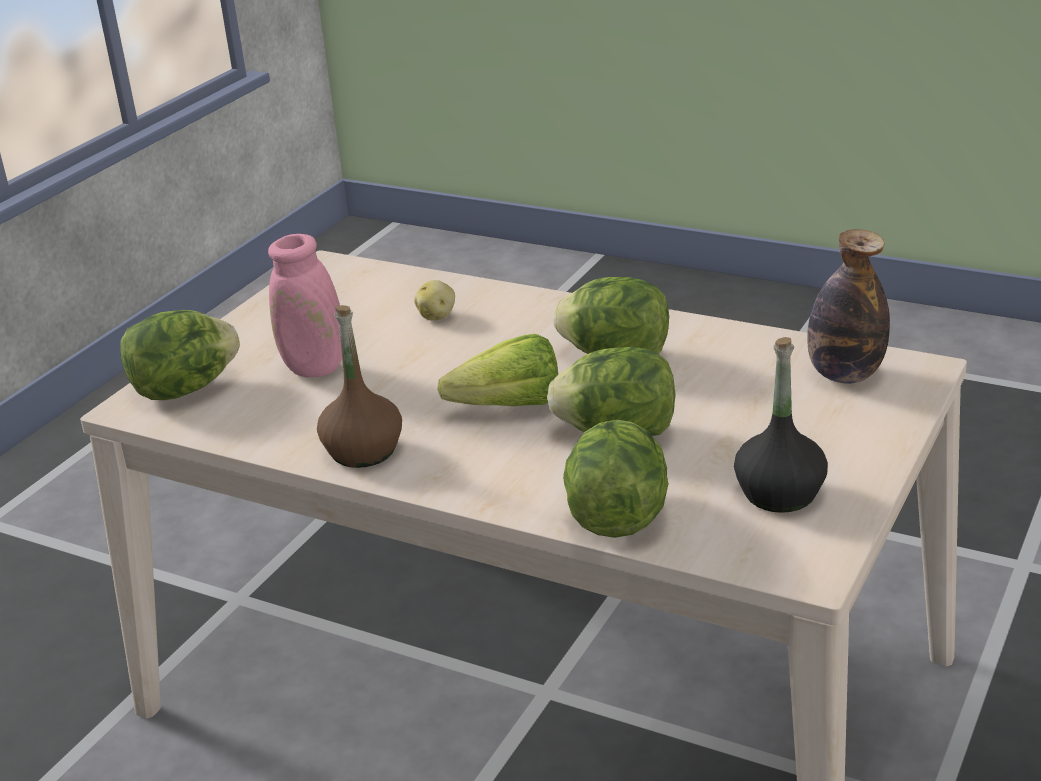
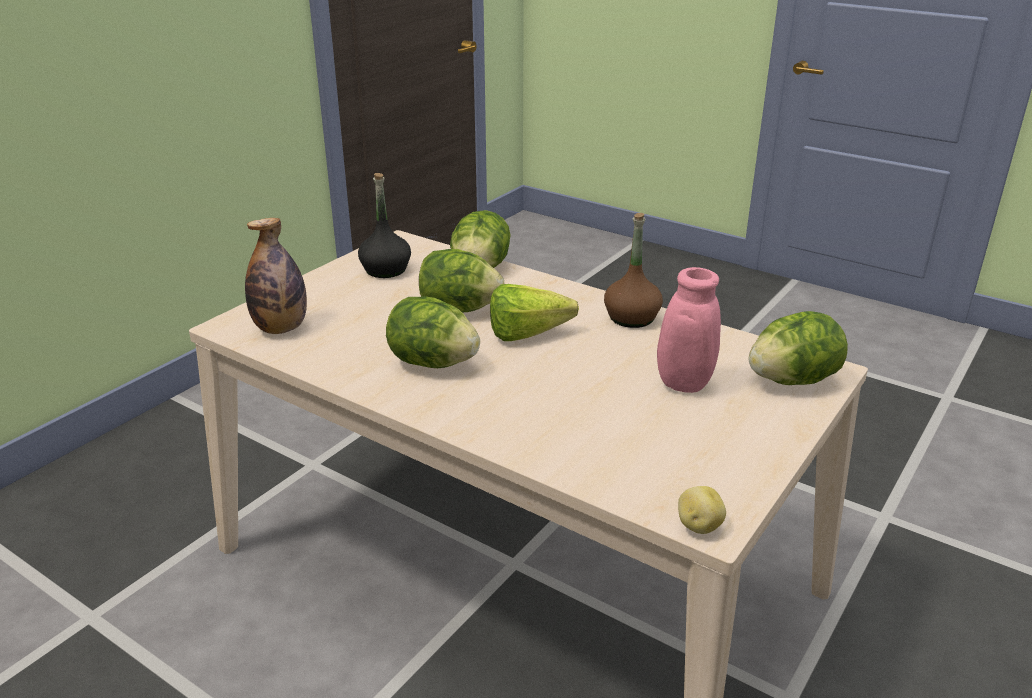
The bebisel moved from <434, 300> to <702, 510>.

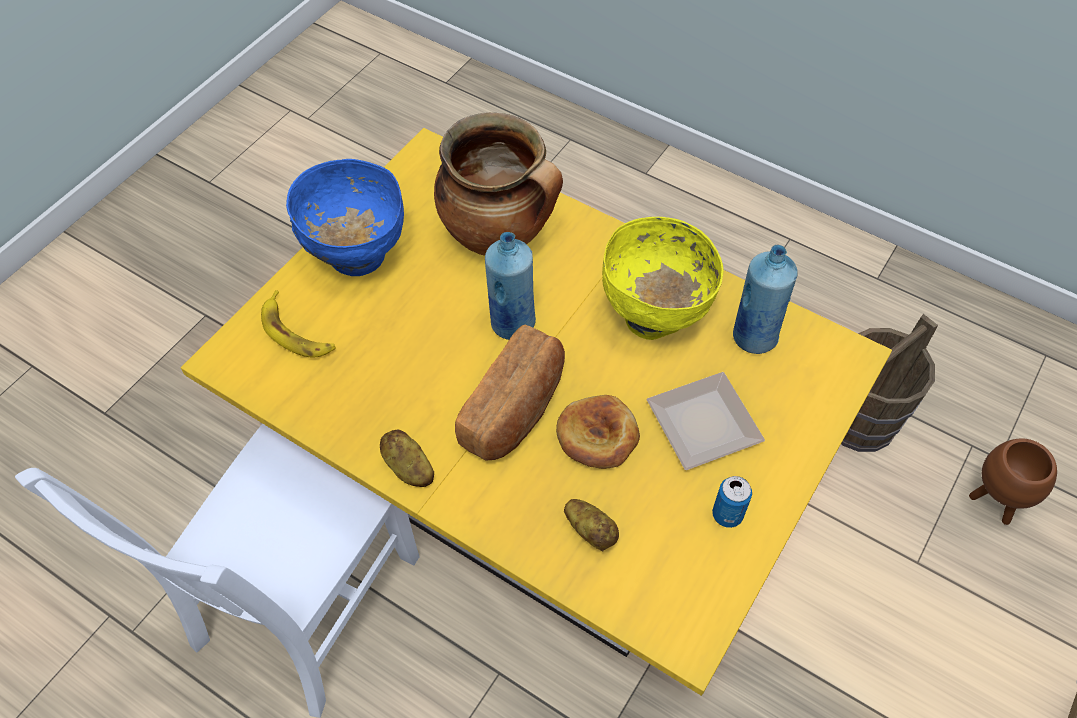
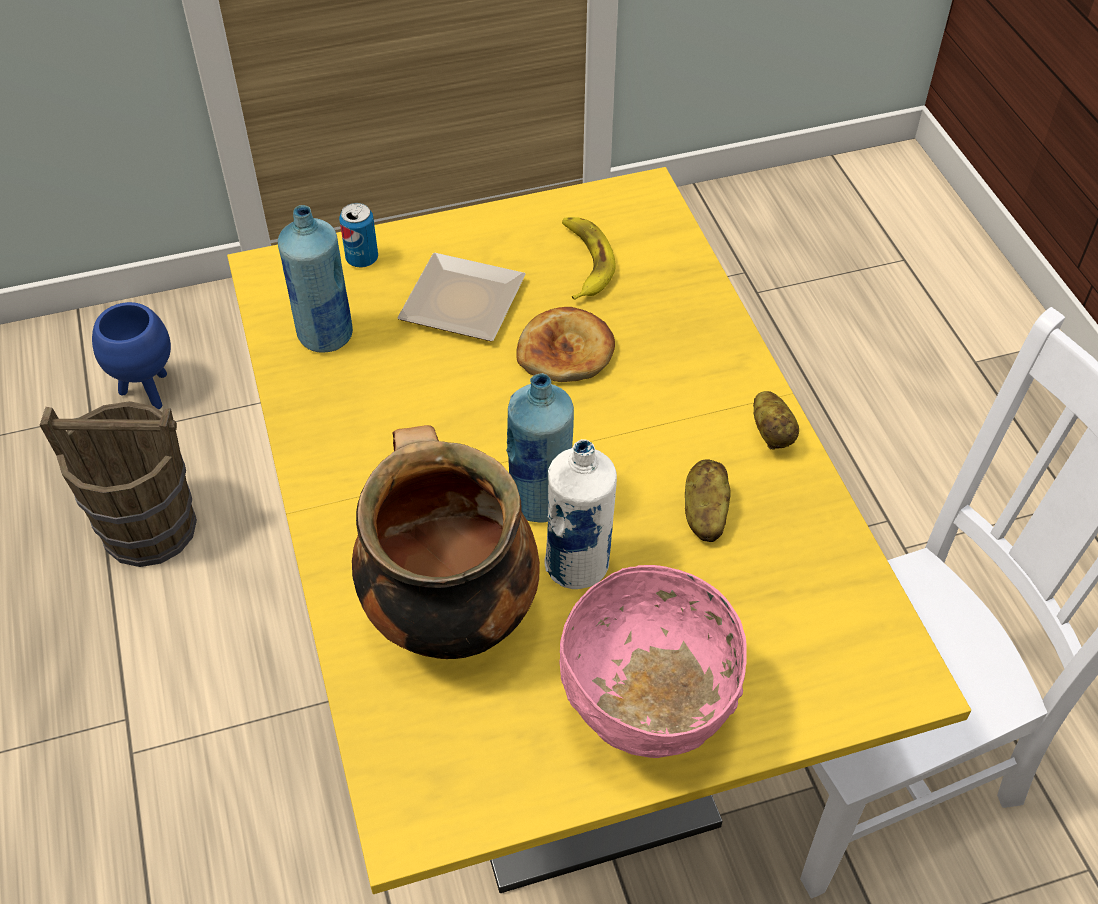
The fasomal moved from <298, 323> to <589, 258>.
The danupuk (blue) at <345, 217> became the danupuk (pink) at <653, 661>.
The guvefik at <510, 393> disappeared.
The bebisel moved from <591, 525> to <708, 500>.
The danupuk (yellow) at <662, 278> disappeared.
The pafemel moved from <732, 502> to <358, 235>.
The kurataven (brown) at <1013, 481> became the kurataven (blue) at <131, 355>.
The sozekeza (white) at <581, 514> appeared.

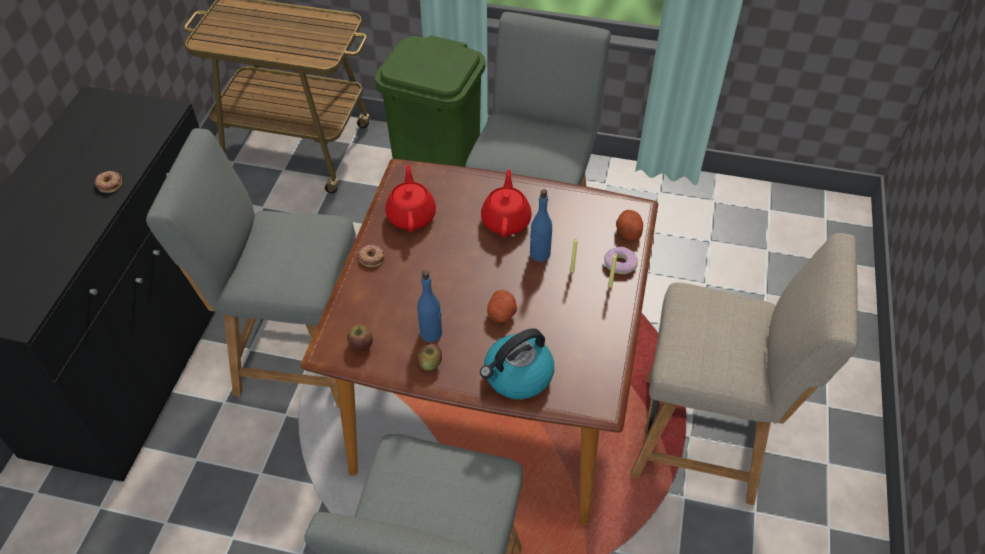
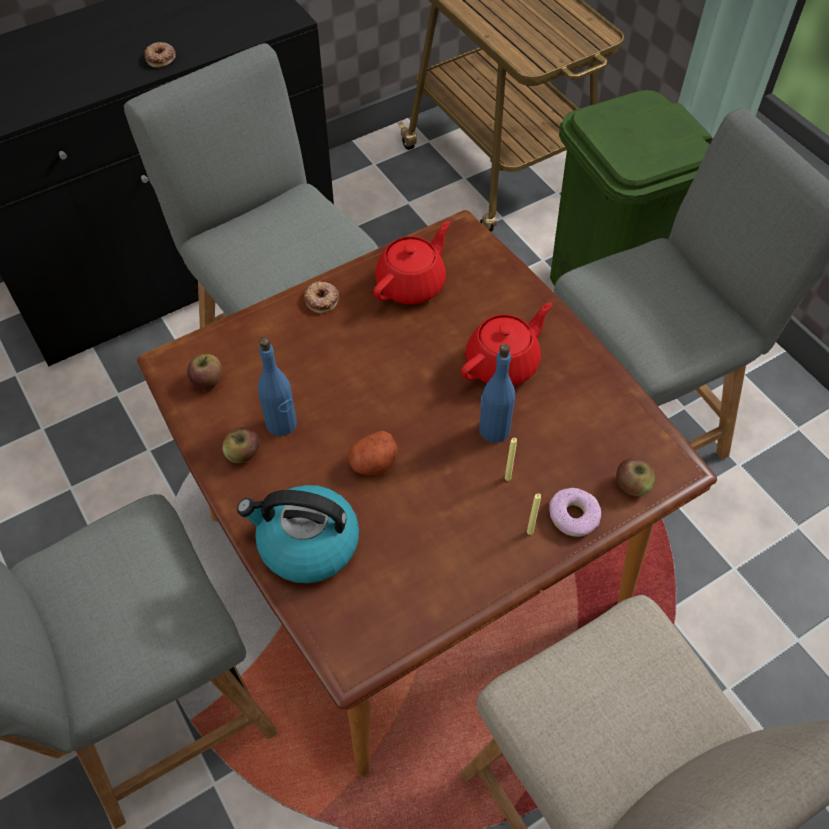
The bebisel at <629, 225> was replaced by the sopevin at <635, 477>.

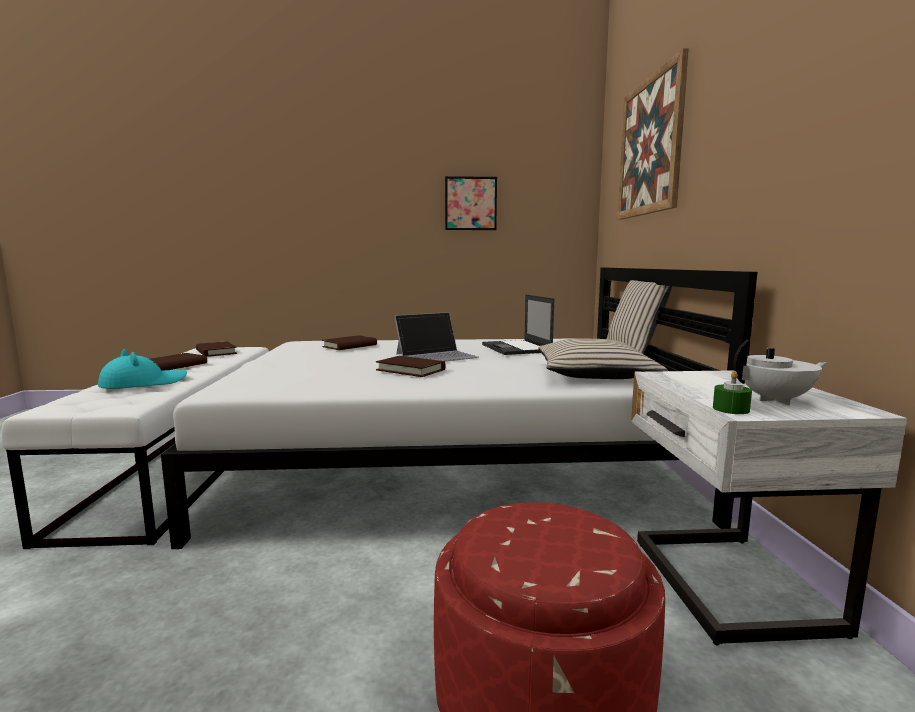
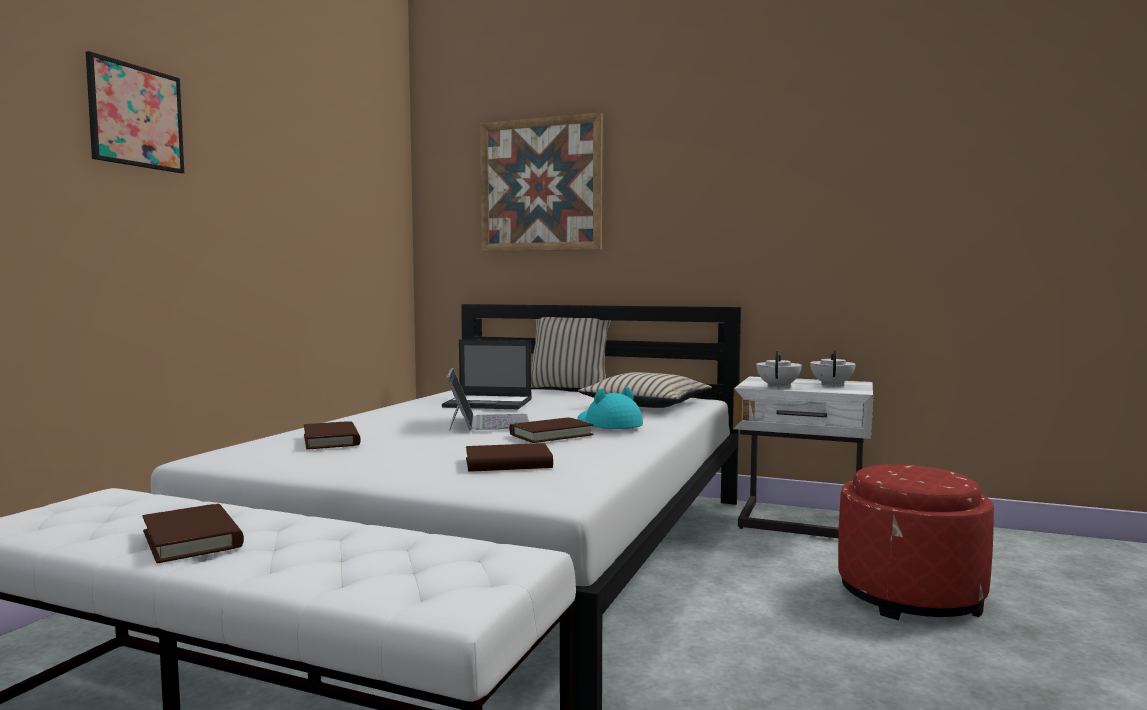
The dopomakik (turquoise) moved from <142, 369> to <610, 408>.
The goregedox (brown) moved from <216, 349> to <509, 457>.
The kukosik moved from <471, 203> to <135, 112>.
The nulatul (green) at <732, 392> disappeared.
The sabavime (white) at <779, 370> appeared.

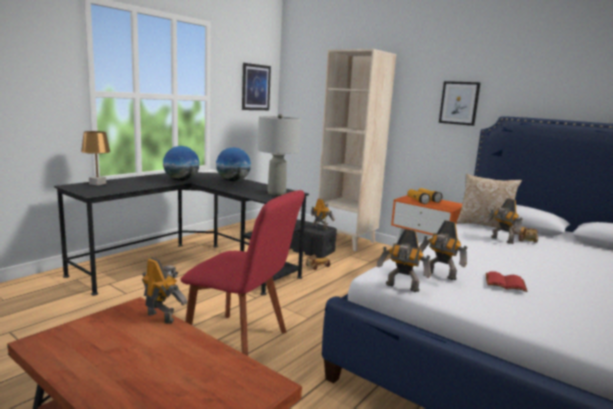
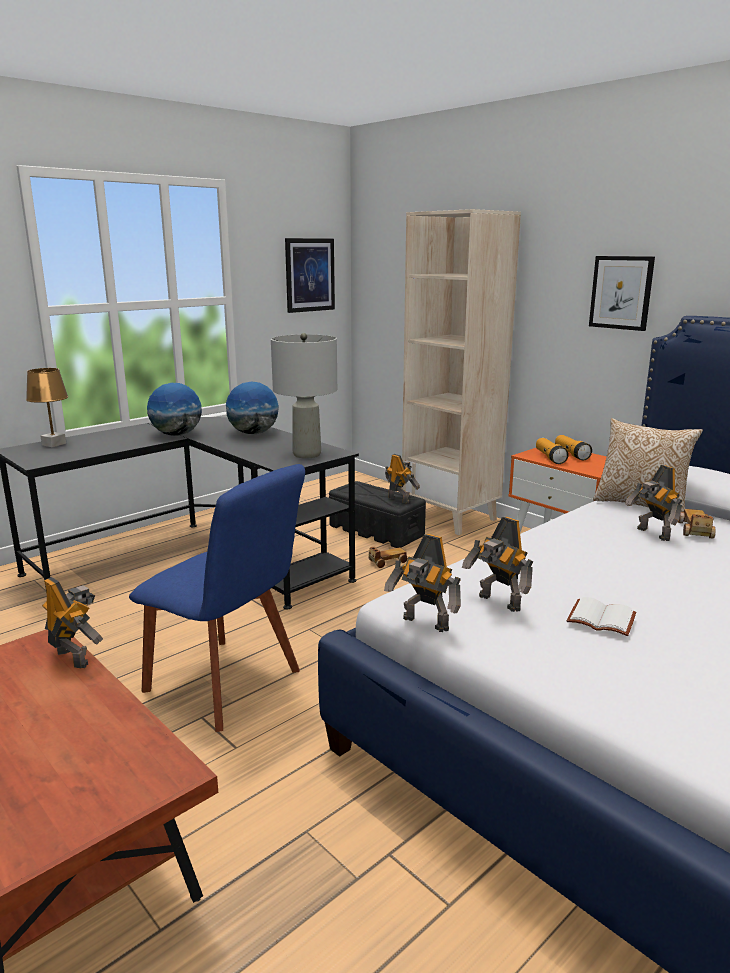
The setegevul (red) at <242, 273> became the setegevul (blue) at <217, 598>.
The goregedox (red) at <506, 281> became the goregedox (white) at <601, 616>.

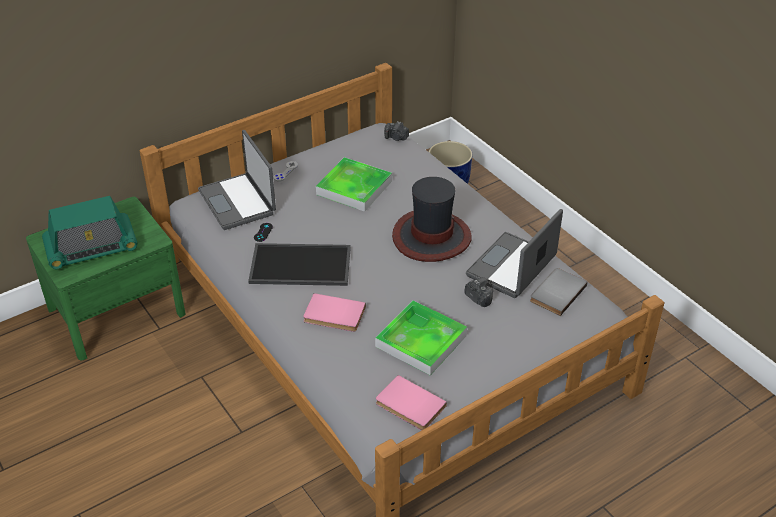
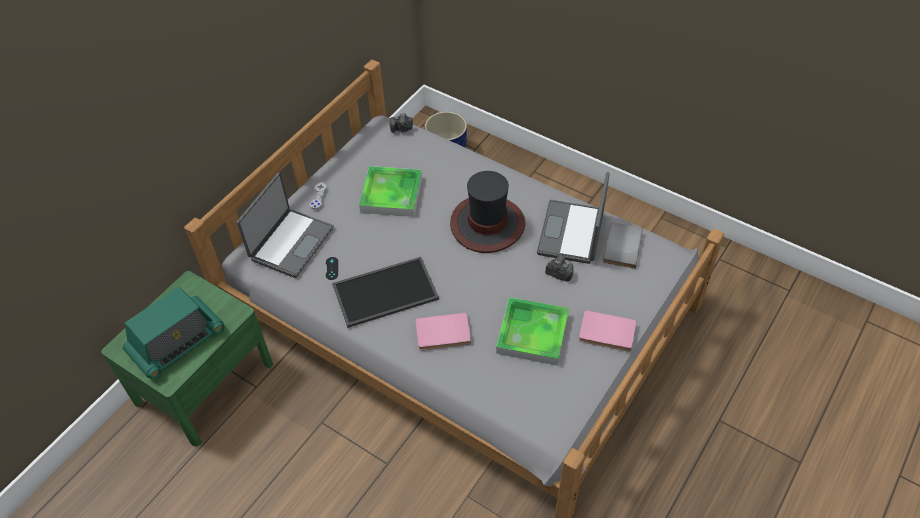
The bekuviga at <237, 180> turned 105 degrees counterclockwise.
The goregedox (pink) moved from <411, 402> to <608, 331>.

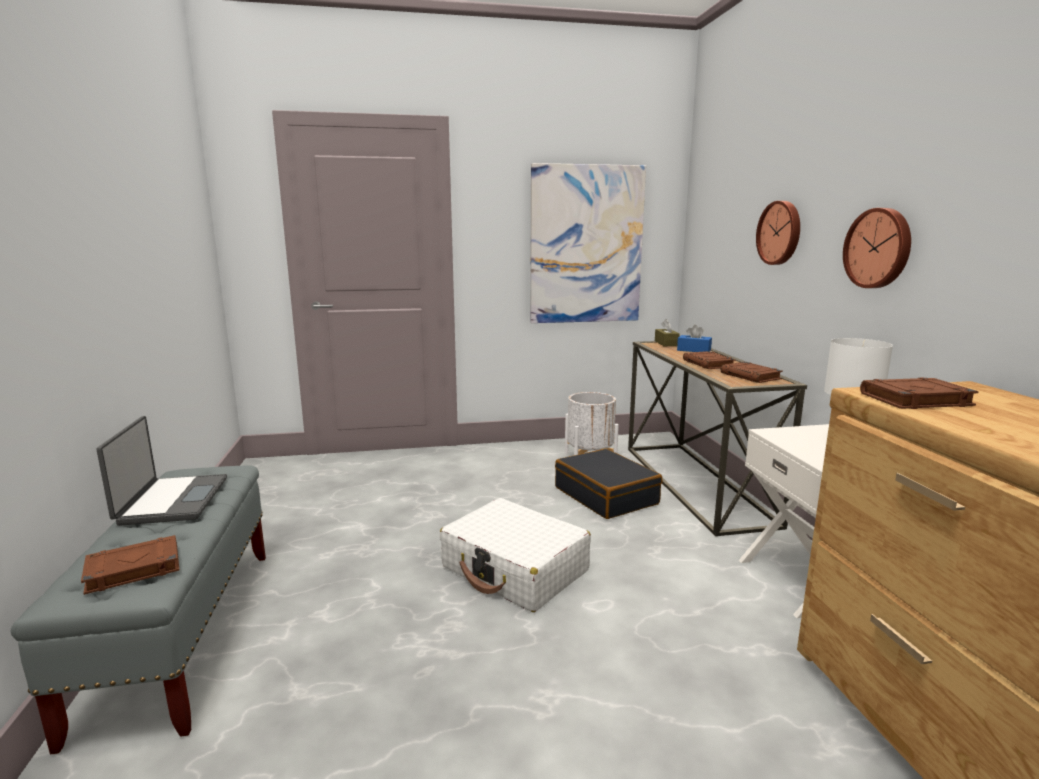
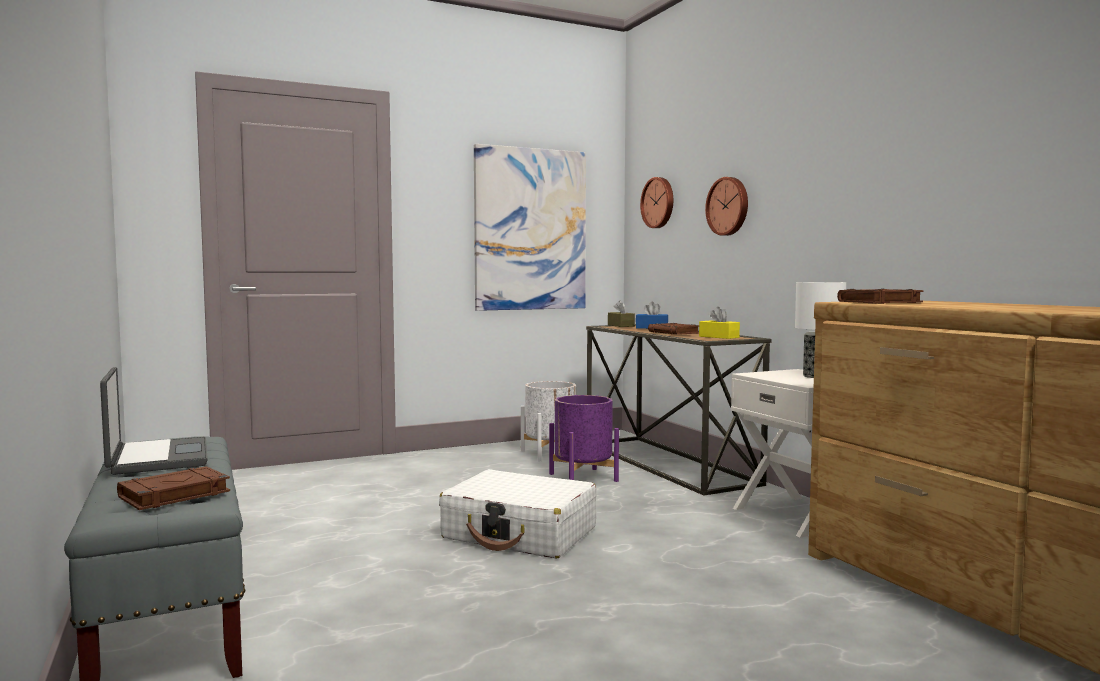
The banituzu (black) at <608, 483> was replaced by the kurataven (purple) at <584, 438>.
The goregedox (brown) at <752, 372> was replaced by the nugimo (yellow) at <719, 323>.
The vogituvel moved from <877, 248> to <656, 202>.

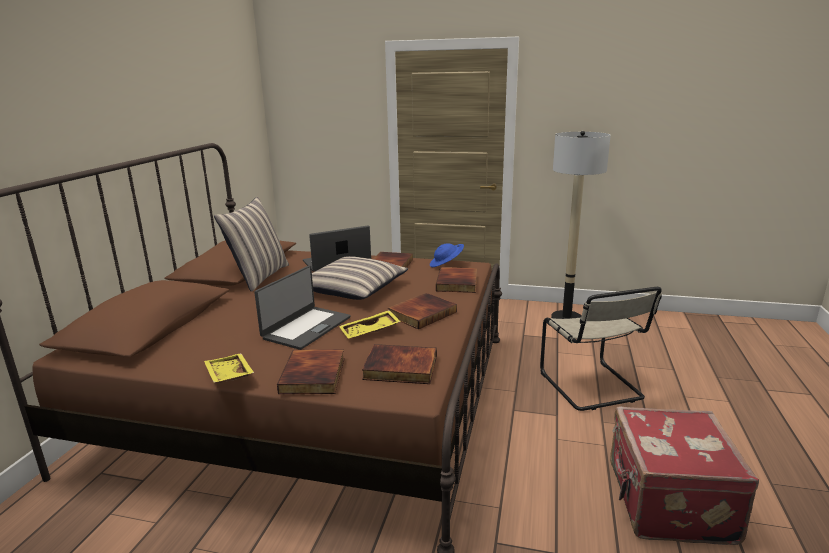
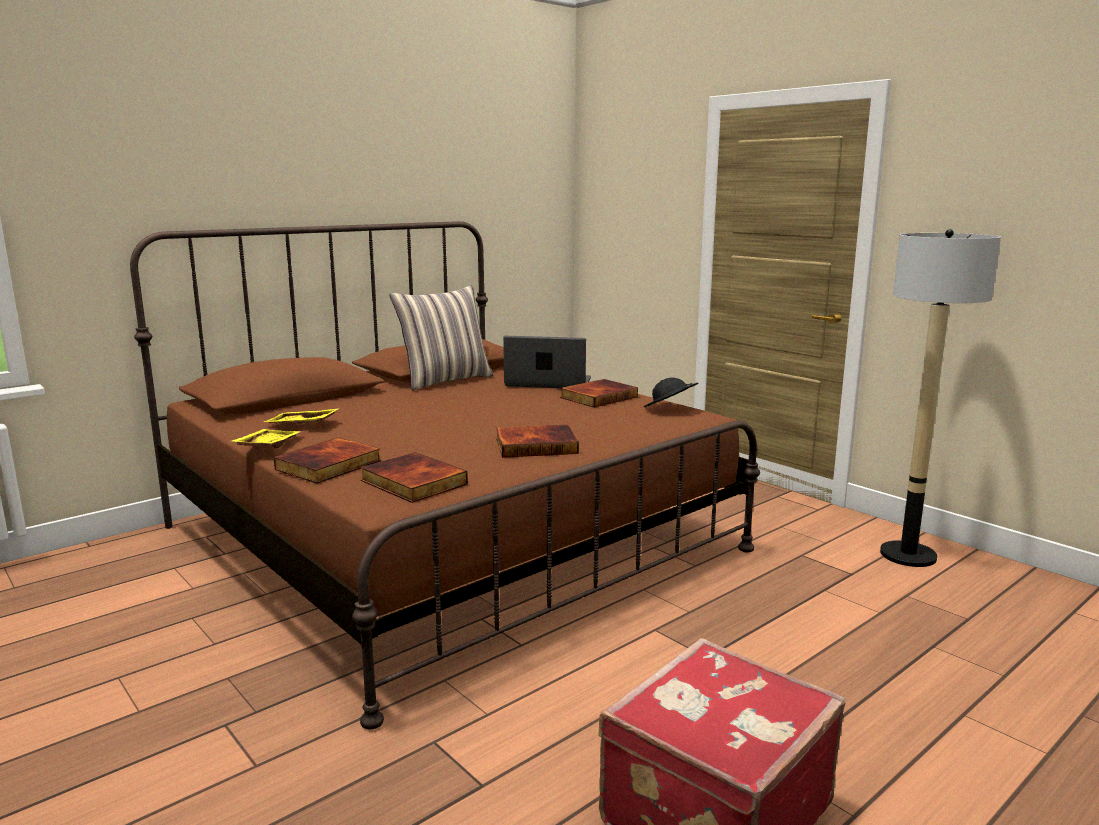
The bekuviga at <302, 307> disappeared.
The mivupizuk at <360, 278> disappeared.
The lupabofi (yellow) moved from <370, 324> to <302, 416>.
The dopomakik (blue) at <447, 255> became the dopomakik (black) at <671, 392>.
The goregedox at <456, 280> disappeared.
The setegevul (beige) at <601, 349> disappeared.

